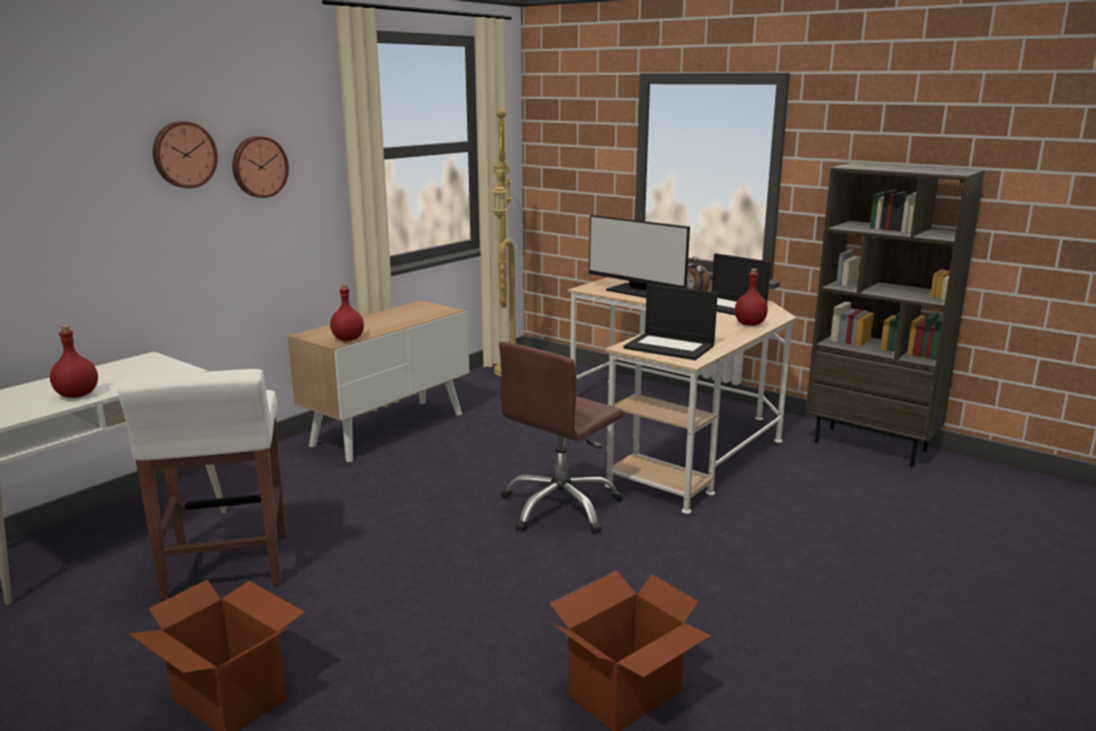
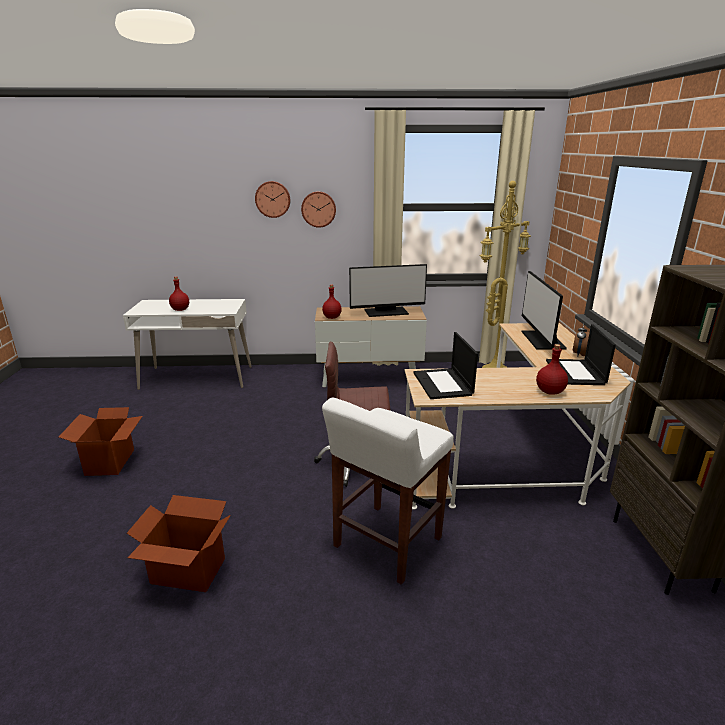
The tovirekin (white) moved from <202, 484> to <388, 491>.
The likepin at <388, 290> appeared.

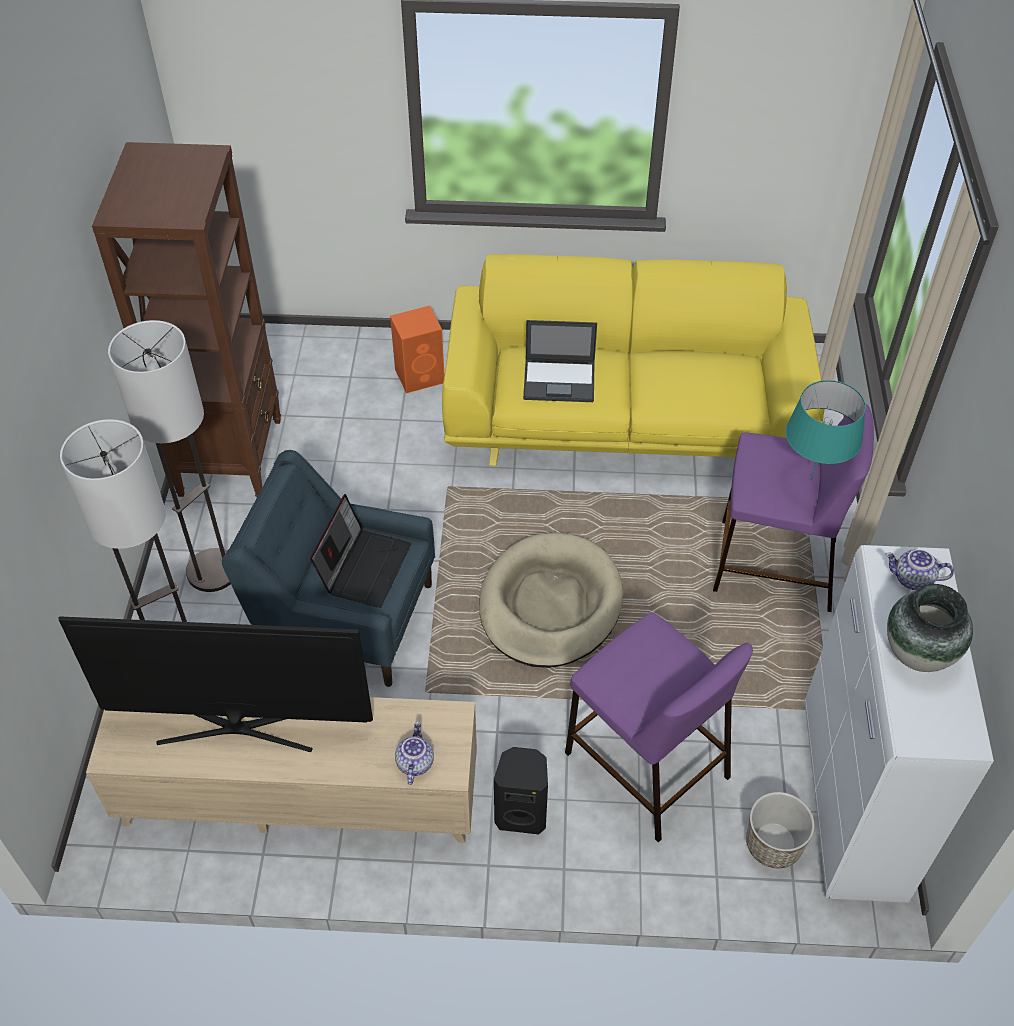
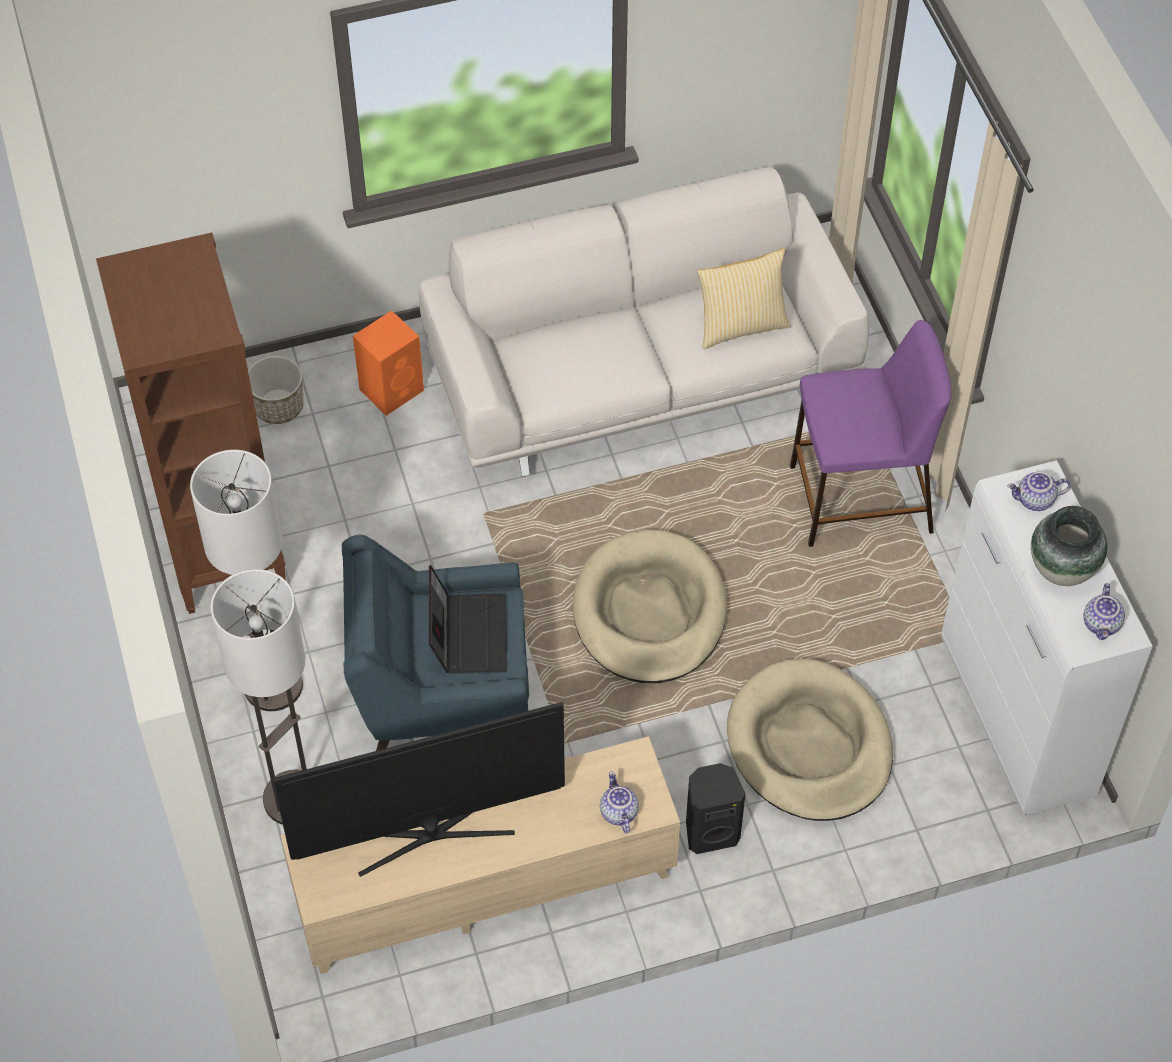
The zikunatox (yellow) at <633, 360> became the zikunatox (white) at <644, 322>.
The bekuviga at <560, 361> disappeared.
The tovirekin (purple) at <659, 727> was replaced by the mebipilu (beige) at <810, 740>.
The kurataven moved from <780, 830> to <276, 390>.
The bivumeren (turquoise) at <826, 430> disappeared.
The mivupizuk at <744, 298> appeared.
The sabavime at <1104, 611> appeared.

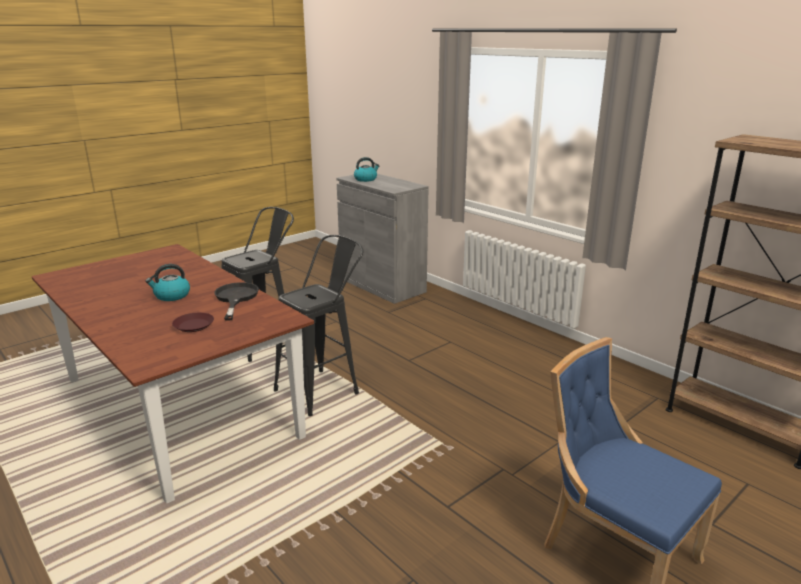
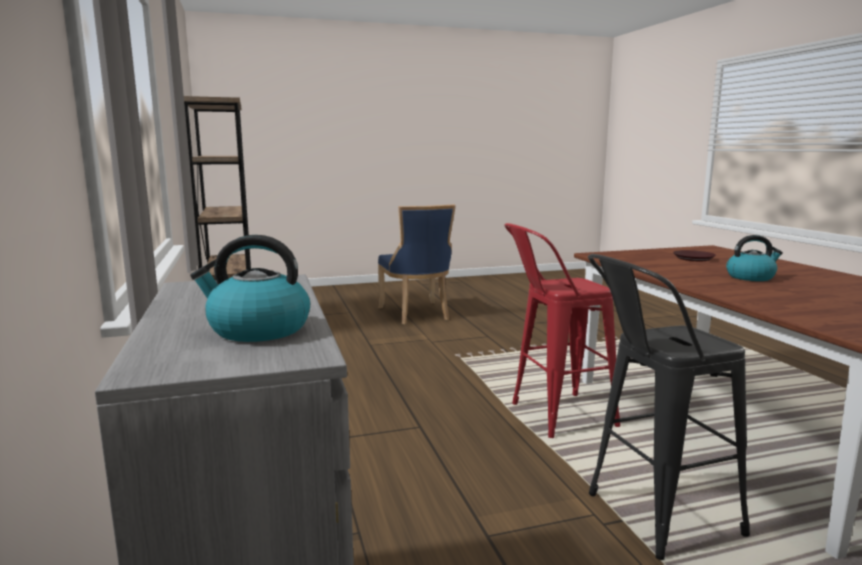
The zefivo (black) at <236, 301> disappeared.
The tovirekin (black) at <319, 325> became the tovirekin (red) at <562, 330>.

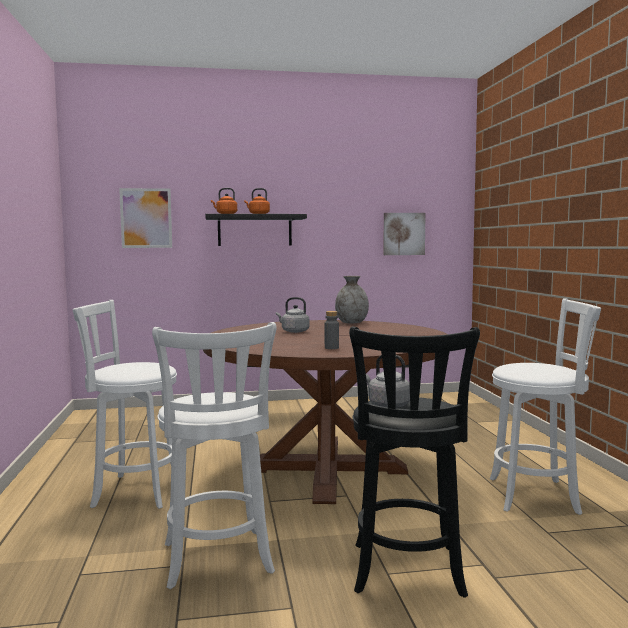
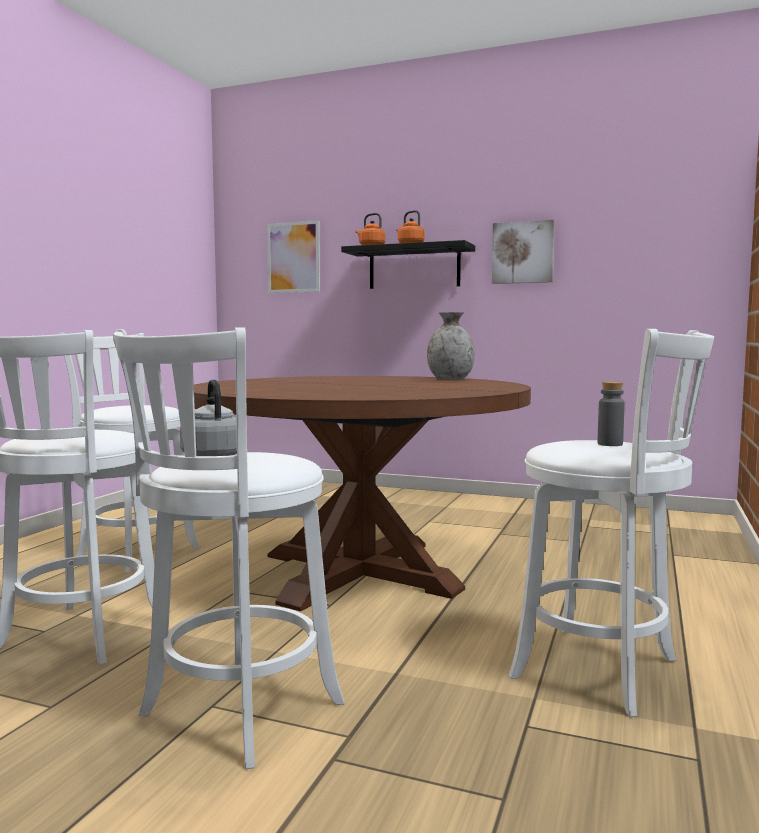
The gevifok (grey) at <292, 315> disappeared.
The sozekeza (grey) moved from <332, 330> to <611, 414>.
The tovirekin (black) at <414, 462> became the tovirekin (white) at <229, 548>.
The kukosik moved from <404, 234> to <523, 252>.

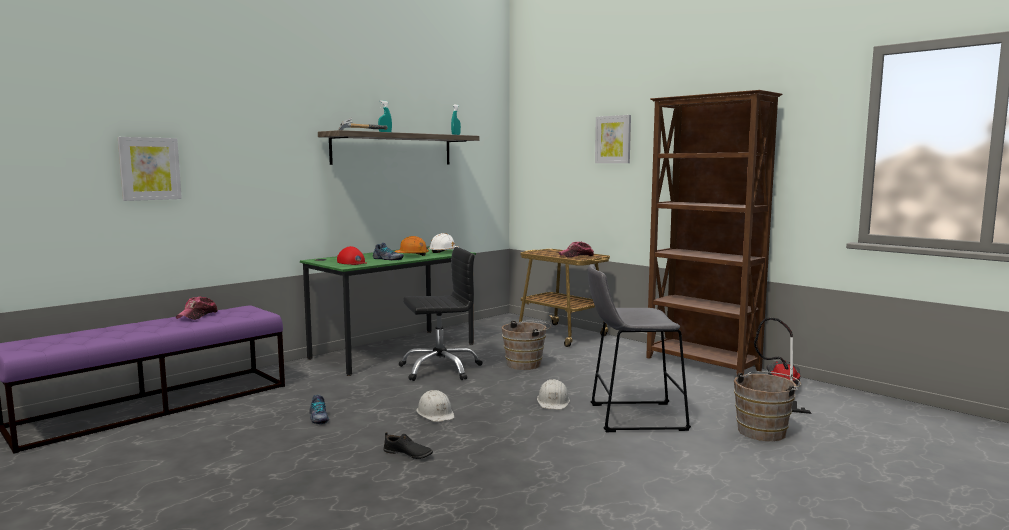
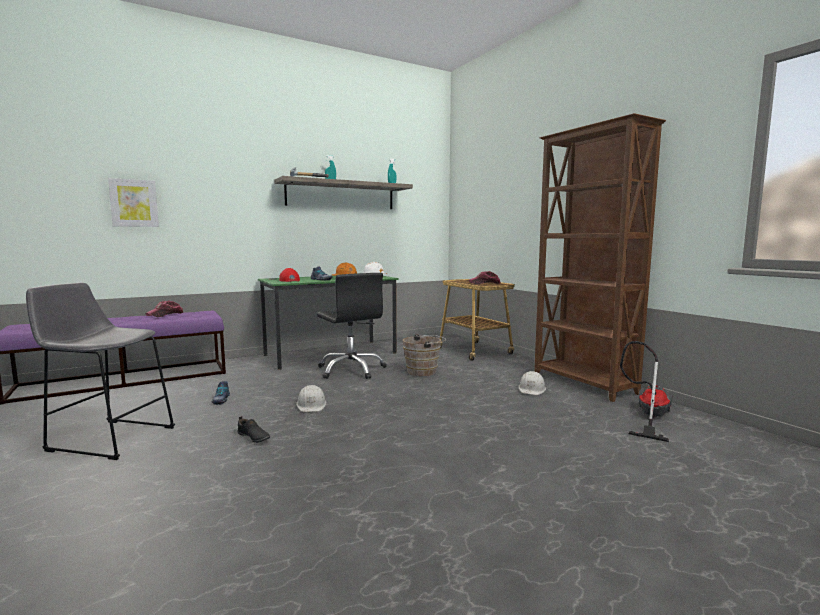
The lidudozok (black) at <441, 314> turned 60 degrees clockwise.
The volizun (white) moved from <553, 394> to <532, 383>.
The tovirekin (grey) moved from <639, 348> to <100, 371>.
The kukosik at <613, 139> disappeared.
The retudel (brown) at <767, 406> disappeared.

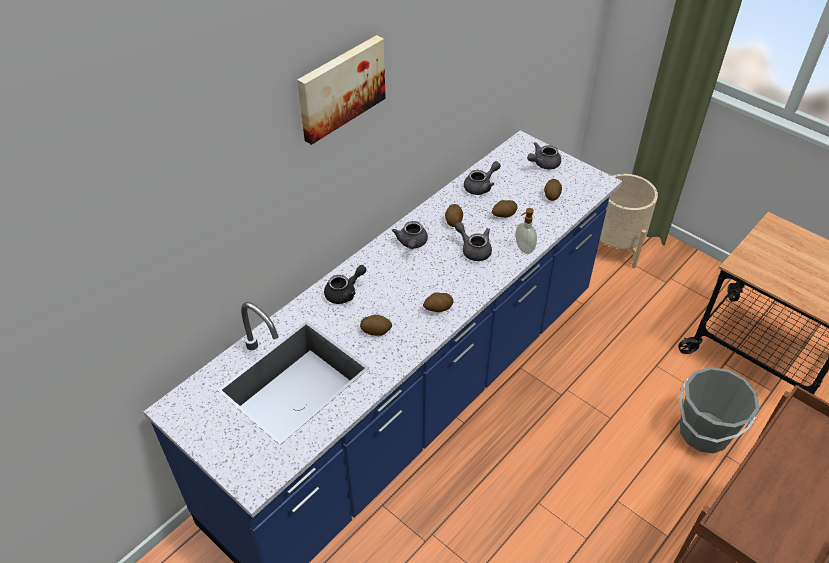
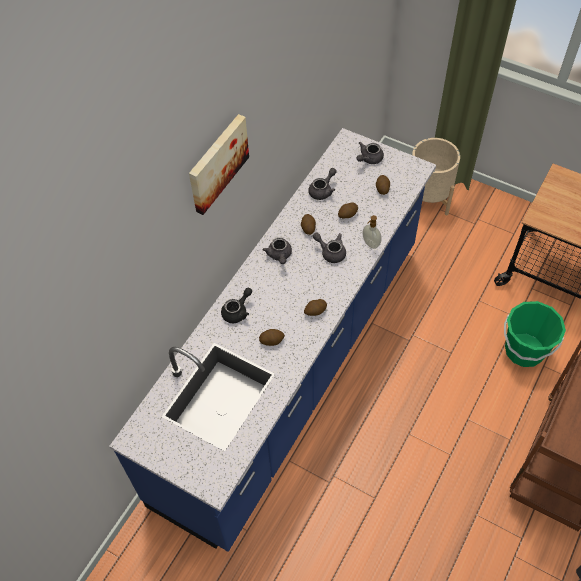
The retudel (grey) at <719, 410> became the retudel (green) at <535, 334>.

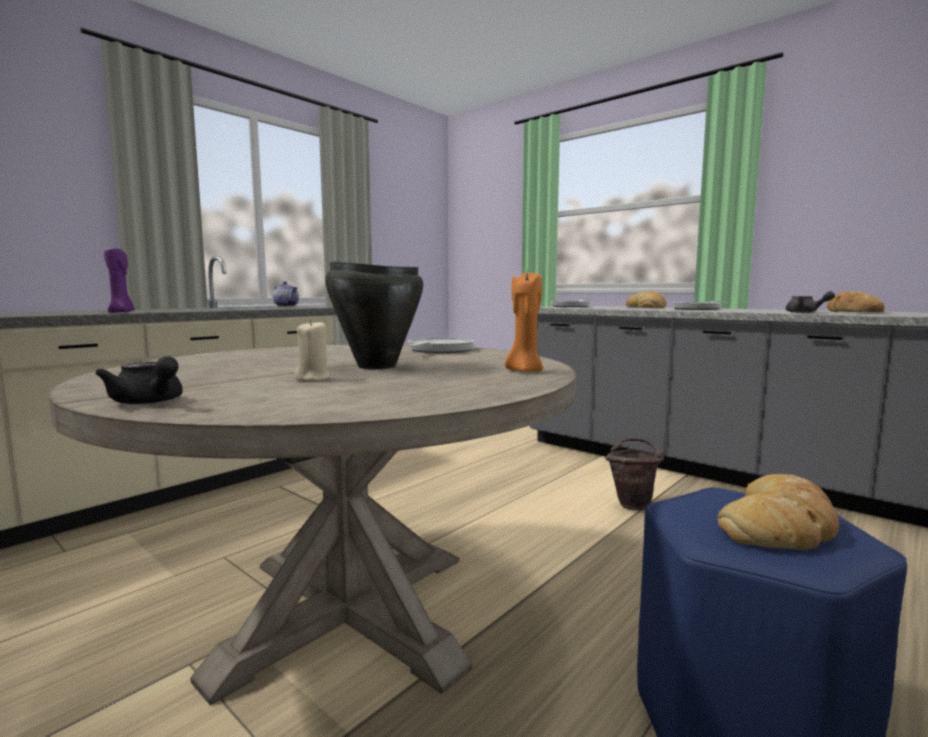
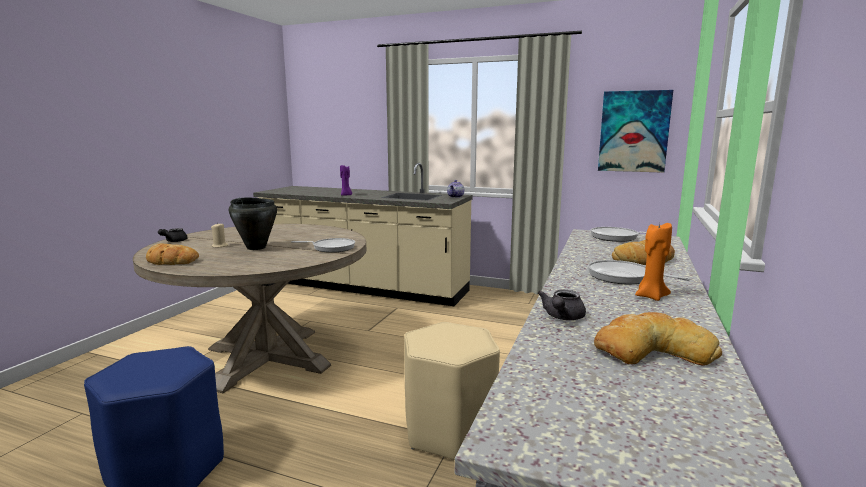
The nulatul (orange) moved from <524, 322> to <653, 262>.
The retudel (brown) at <634, 474> was replaced by the tovirekin (beige) at <452, 391>.
The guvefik moved from <778, 512> to <172, 254>.
The kukosik at <635, 131> appeared.

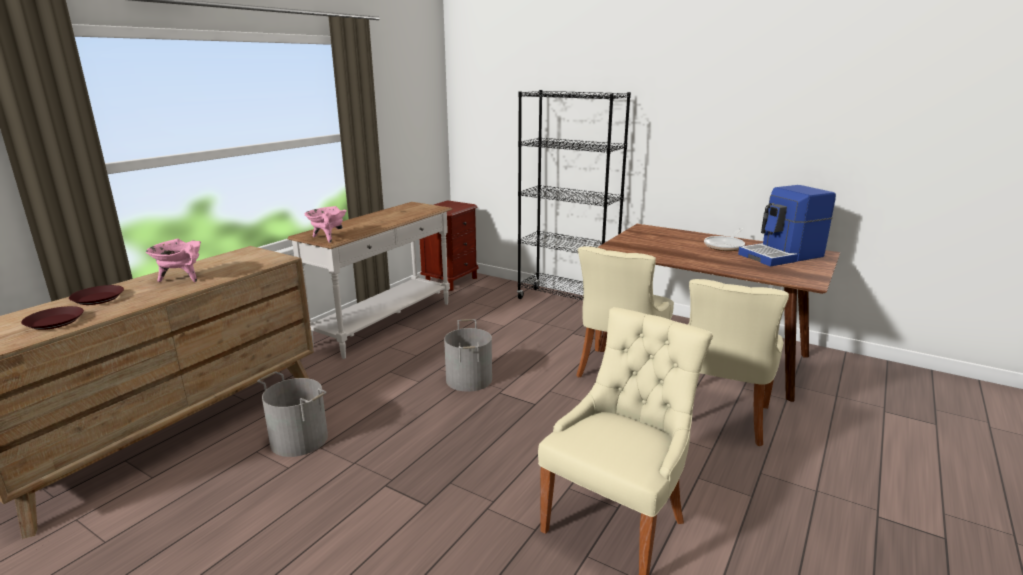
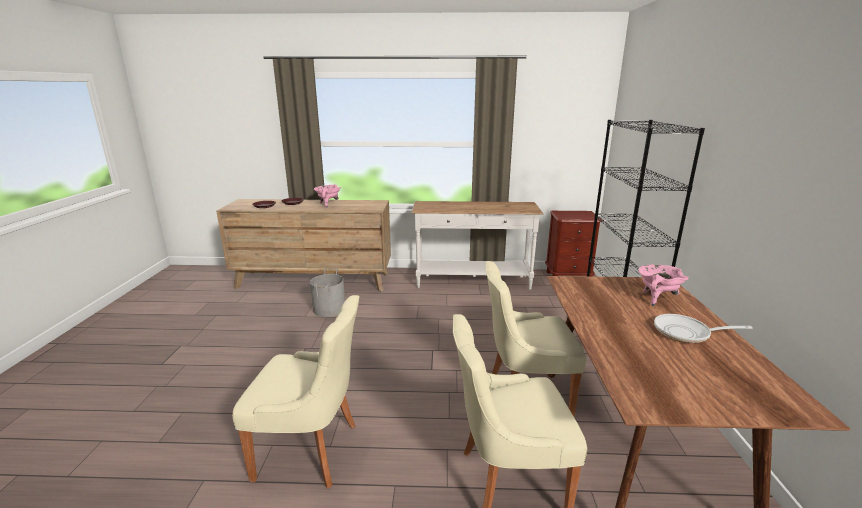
The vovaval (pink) moved from <326, 224> to <664, 285>.
The retudel (grey) at <468, 355> disappeared.
The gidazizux at <787, 225> disappeared.

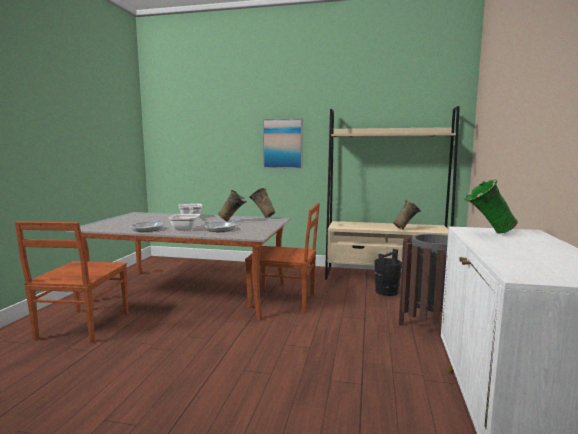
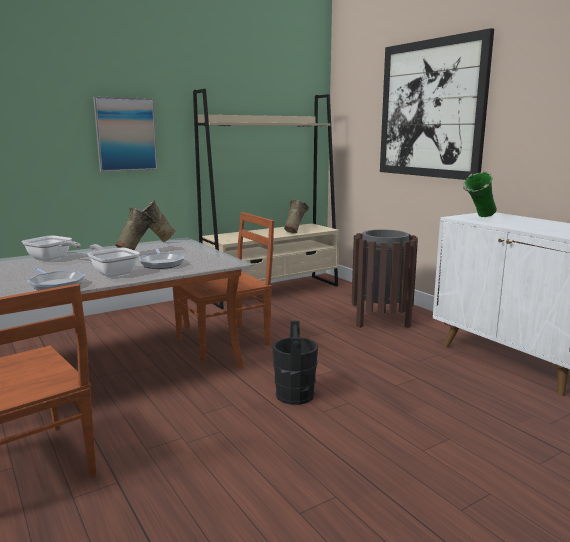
The retudel (black) moved from <388, 272> to <295, 363>.
The kukosik at <437, 104> appeared.

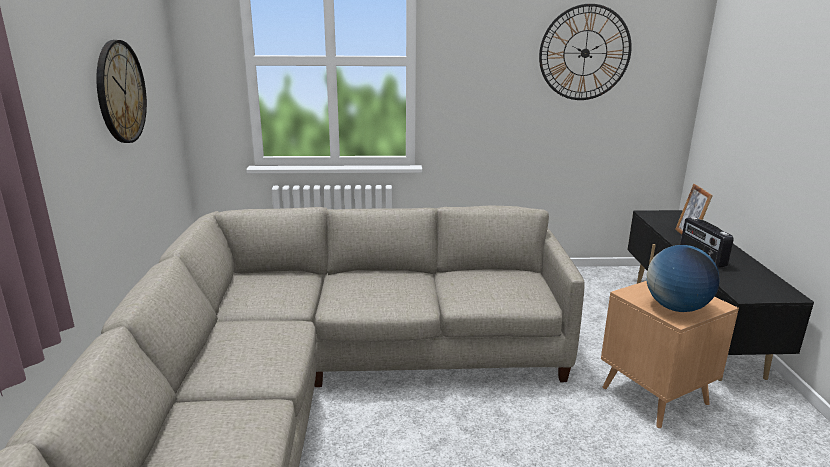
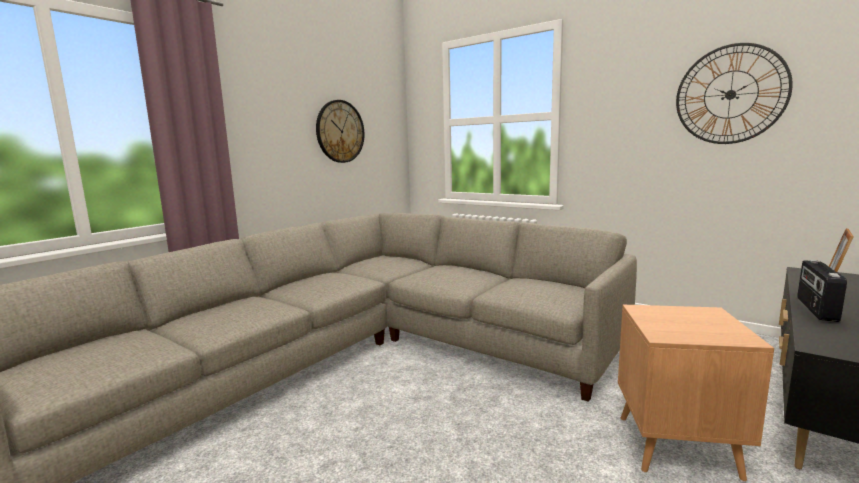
The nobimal at <682, 278> disappeared.

